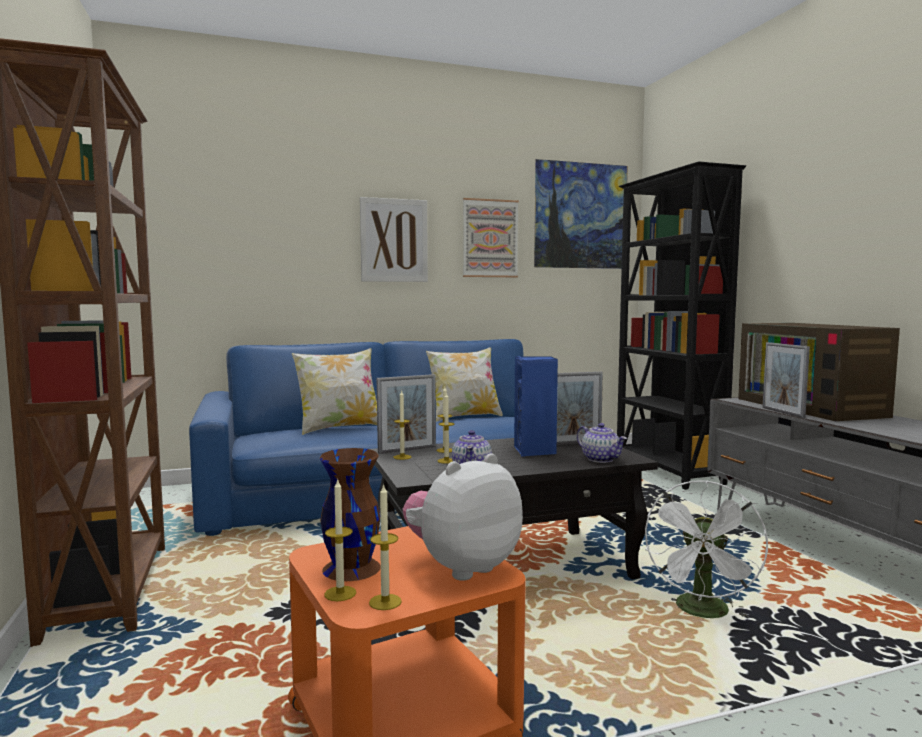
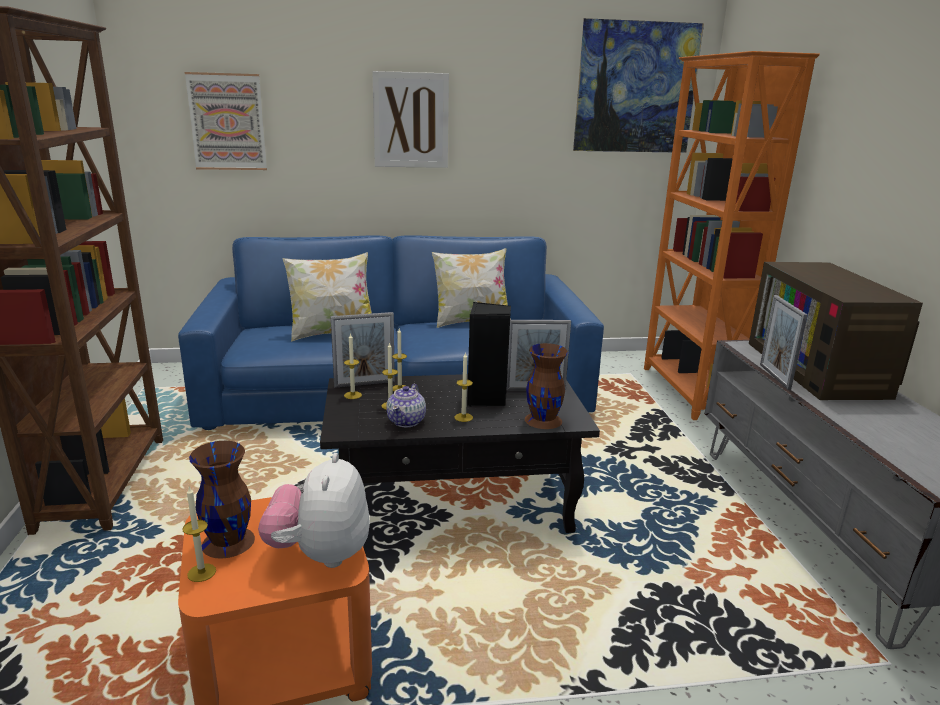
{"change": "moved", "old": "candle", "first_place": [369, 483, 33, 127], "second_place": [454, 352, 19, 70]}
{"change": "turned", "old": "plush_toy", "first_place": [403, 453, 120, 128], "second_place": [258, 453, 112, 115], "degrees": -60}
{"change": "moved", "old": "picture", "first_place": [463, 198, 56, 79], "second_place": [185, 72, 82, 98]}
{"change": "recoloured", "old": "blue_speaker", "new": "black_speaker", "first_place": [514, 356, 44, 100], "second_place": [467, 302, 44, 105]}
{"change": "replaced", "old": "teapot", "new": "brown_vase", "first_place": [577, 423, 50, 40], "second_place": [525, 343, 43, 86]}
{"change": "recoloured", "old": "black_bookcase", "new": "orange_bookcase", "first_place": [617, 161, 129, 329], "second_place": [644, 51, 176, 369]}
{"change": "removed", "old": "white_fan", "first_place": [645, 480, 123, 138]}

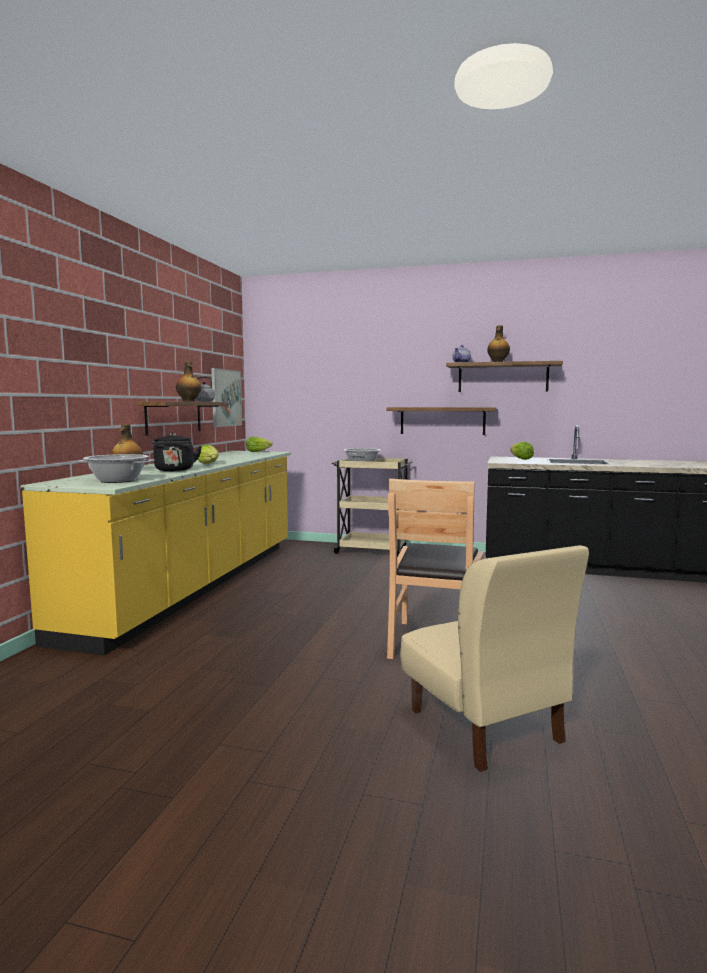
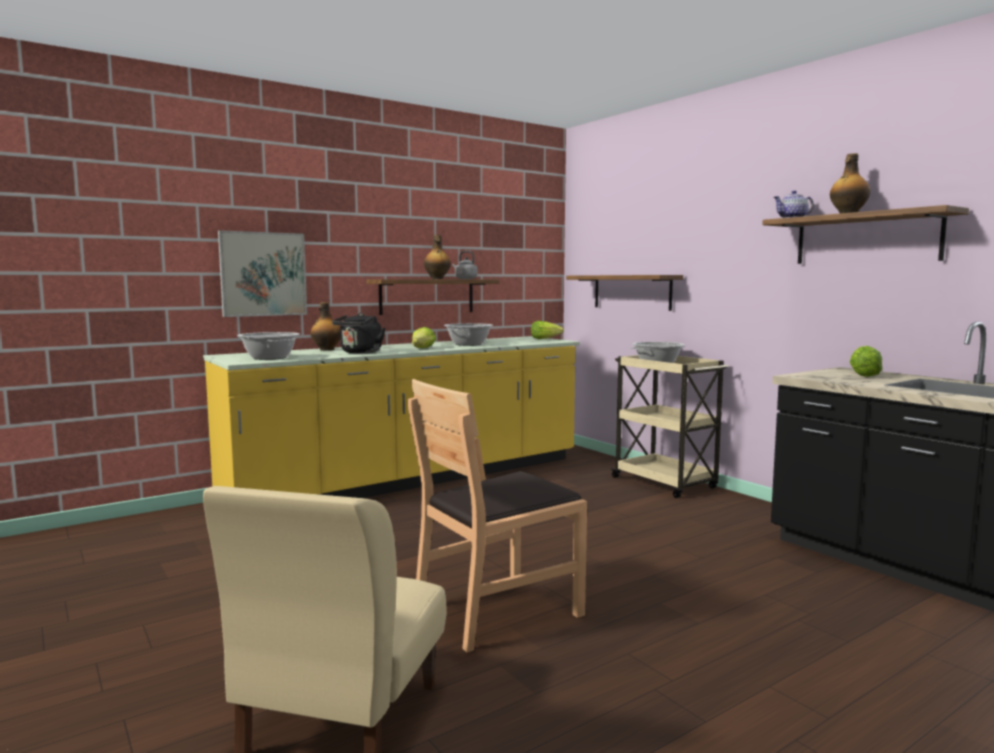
{"change": "moved", "old": "picture", "first_place": [211, 368, 31, 59], "second_place": [218, 230, 89, 87]}
{"change": "moved", "old": "shelf", "first_place": [386, 407, 111, 28], "second_place": [566, 275, 117, 36]}
{"change": "added", "new": "cooking_pot", "second_place": [444, 323, 49, 23]}

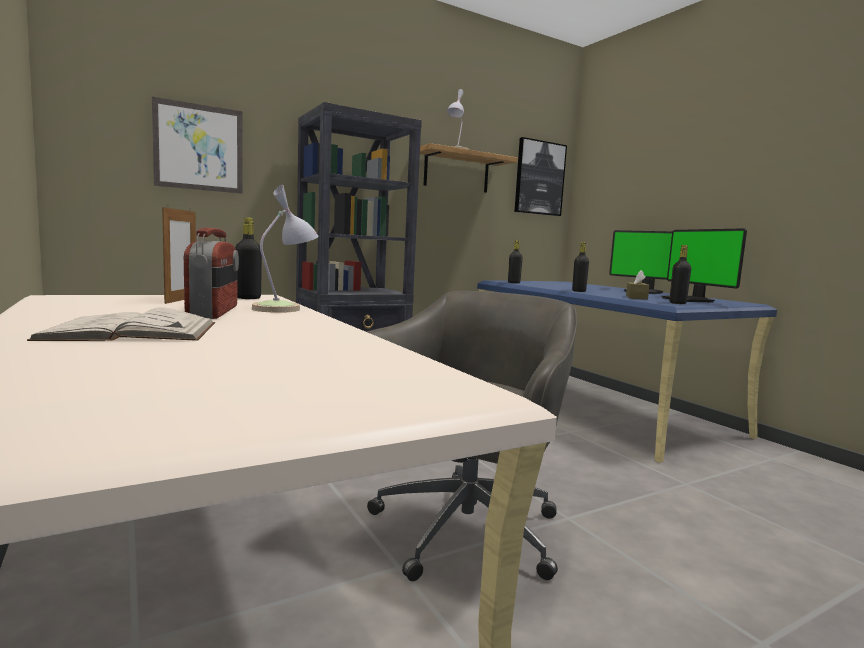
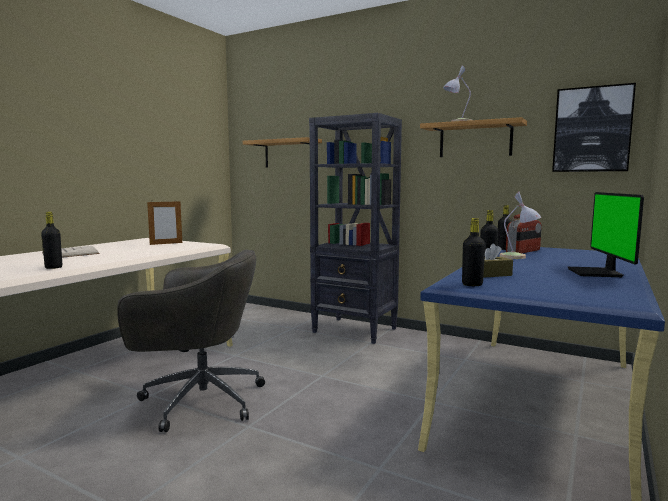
{"change": "replaced", "old": "picture", "new": "shelf", "first_place": [152, 97, 91, 97], "second_place": [243, 137, 79, 31]}
{"change": "moved", "old": "radio", "first_place": [184, 228, 55, 91], "second_place": [506, 214, 36, 39]}
{"change": "moved", "old": "black_bottle", "first_place": [235, 218, 27, 81], "second_place": [41, 212, 21, 57]}
{"change": "moved", "old": "table_lamp", "first_place": [252, 184, 67, 129], "second_place": [499, 192, 42, 67]}
{"change": "removed", "old": "monitor", "first_place": [661, 228, 86, 74]}

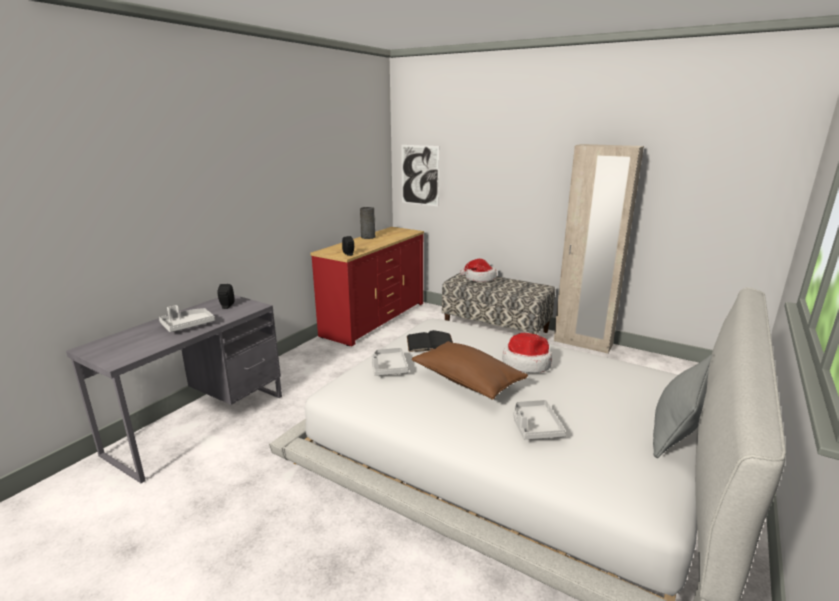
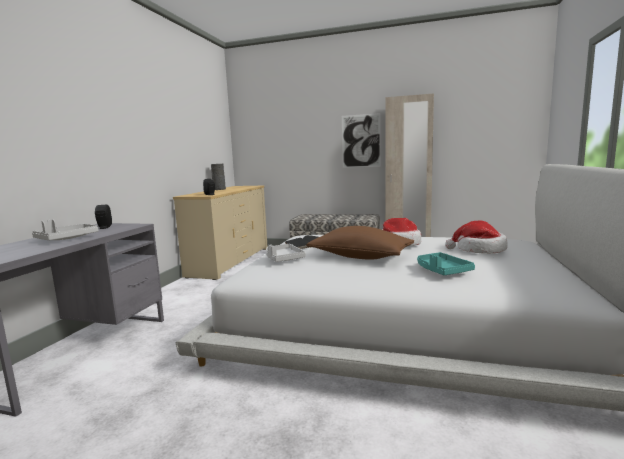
{"change": "recoloured", "old": "red_dresser", "new": "beige_dresser", "first_place": [310, 227, 114, 119], "second_place": [173, 186, 95, 94]}
{"change": "moved", "old": "picture", "first_place": [401, 145, 38, 61], "second_place": [342, 113, 39, 55]}
{"change": "moved", "old": "hat", "first_place": [460, 259, 37, 23], "second_place": [445, 221, 63, 33]}
{"change": "recoloured", "old": "grey_tray", "new": "turquoise_tray", "first_place": [514, 400, 52, 39], "second_place": [417, 252, 58, 23]}
{"change": "removed", "old": "grey_pillow", "first_place": [653, 355, 59, 103]}

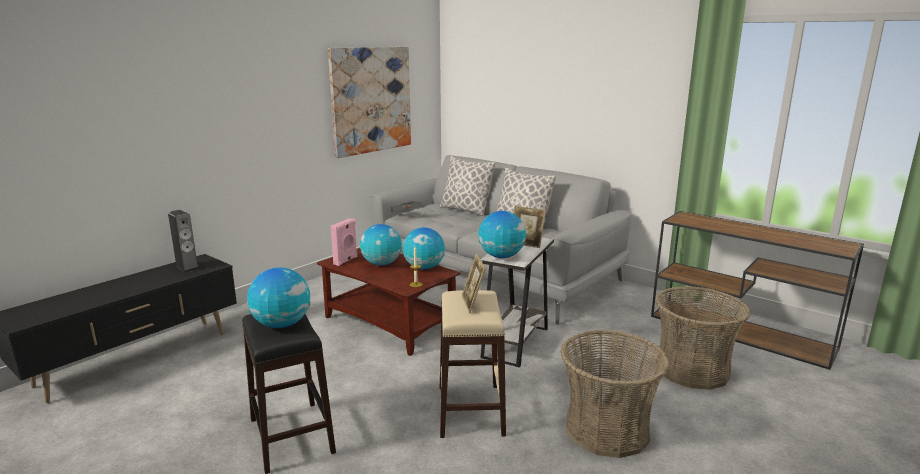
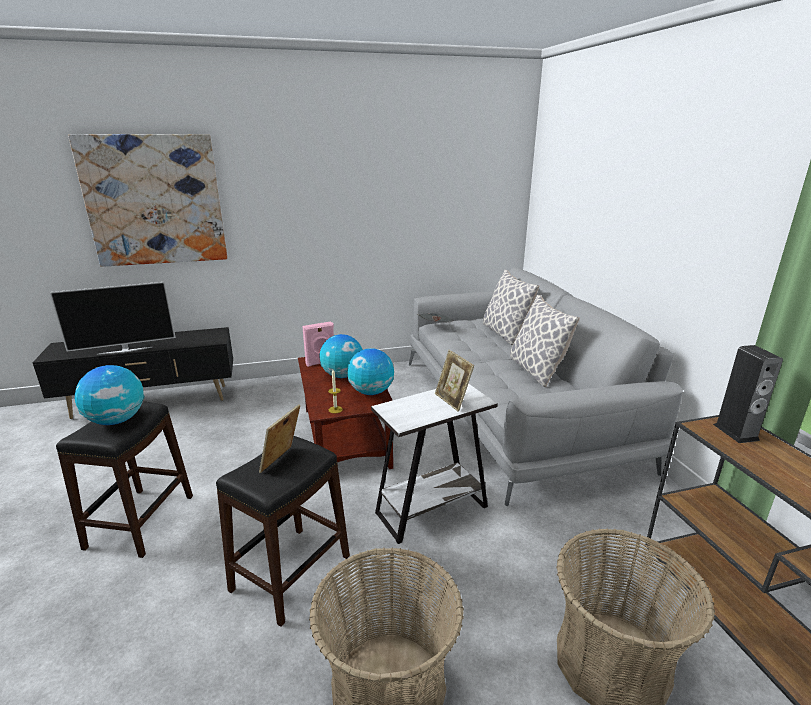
{"change": "moved", "old": "speaker", "first_place": [168, 210, 31, 63], "second_place": [713, 345, 70, 98]}
{"change": "moved", "old": "picture", "first_place": [328, 47, 83, 111], "second_place": [68, 134, 160, 133]}
{"change": "recoloured", "old": "beige_stool", "new": "black_stool", "first_place": [440, 290, 66, 148], "second_place": [216, 436, 134, 191]}
{"change": "removed", "old": "globe", "first_place": [478, 211, 48, 47]}
{"change": "added", "new": "television", "second_place": [49, 282, 127, 73]}

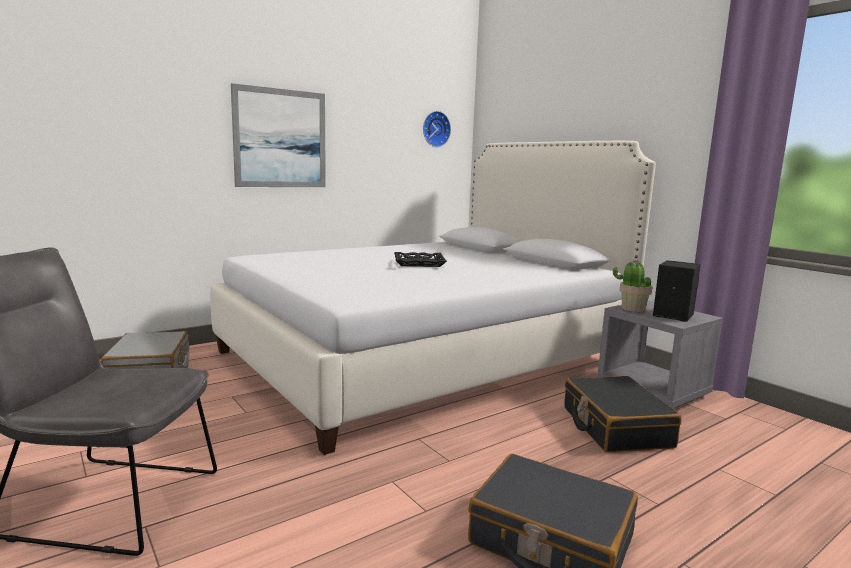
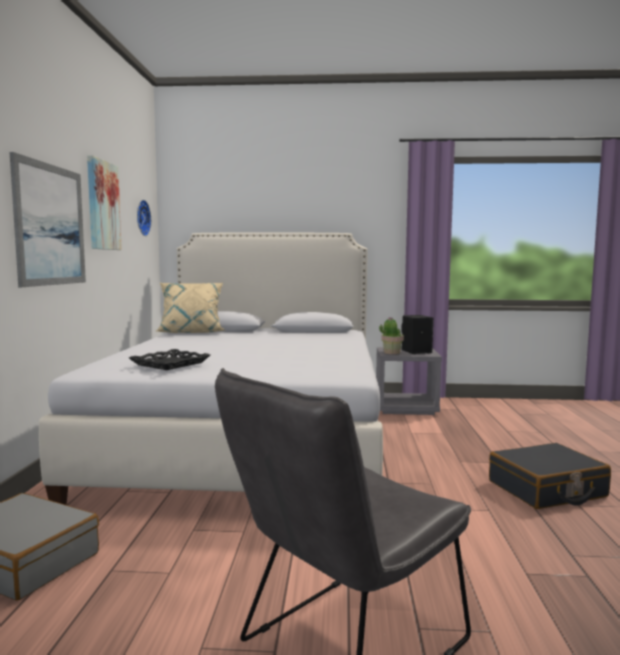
{"change": "moved", "old": "black_tray", "first_place": [394, 252, 53, 15], "second_place": [129, 349, 81, 21]}
{"change": "removed", "old": "black_suitcase", "first_place": [564, 376, 117, 76]}
{"change": "added", "new": "picture", "second_place": [87, 155, 35, 95]}
{"change": "added", "new": "beige_pillow", "second_place": [156, 283, 68, 50]}

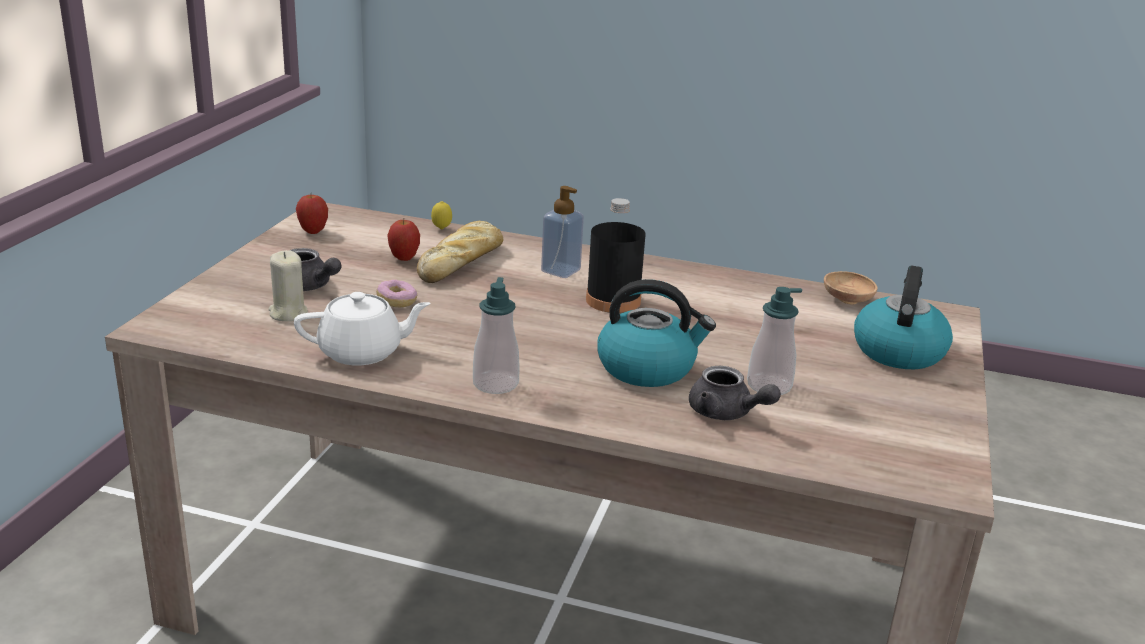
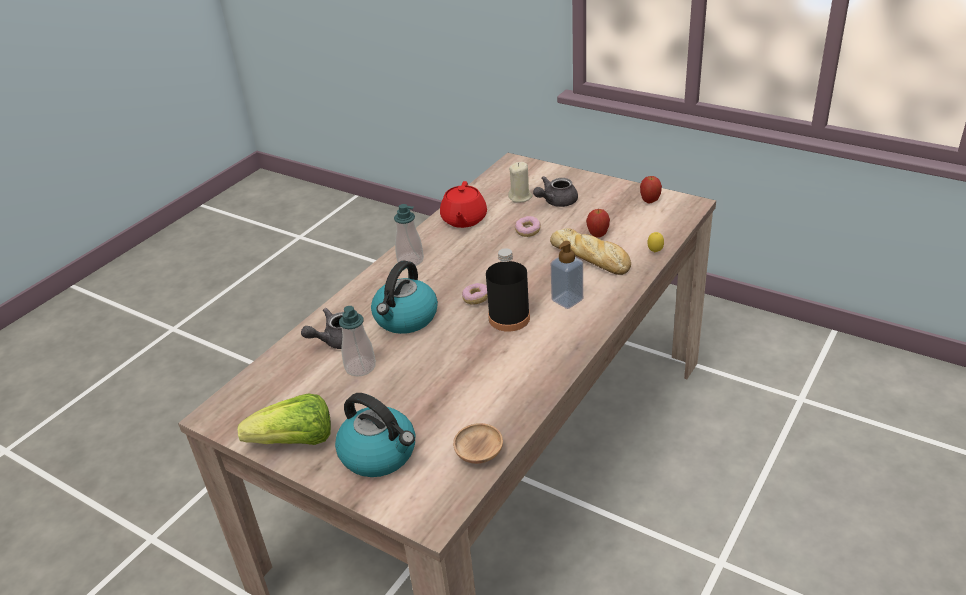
{"change": "recoloured", "old": "white_teapot", "new": "red_teapot", "first_place": [294, 292, 137, 73], "second_place": [440, 181, 47, 47]}
{"change": "added", "new": "lettuce", "second_place": [238, 393, 93, 52]}
{"change": "added", "new": "donut", "second_place": [462, 283, 26, 22]}

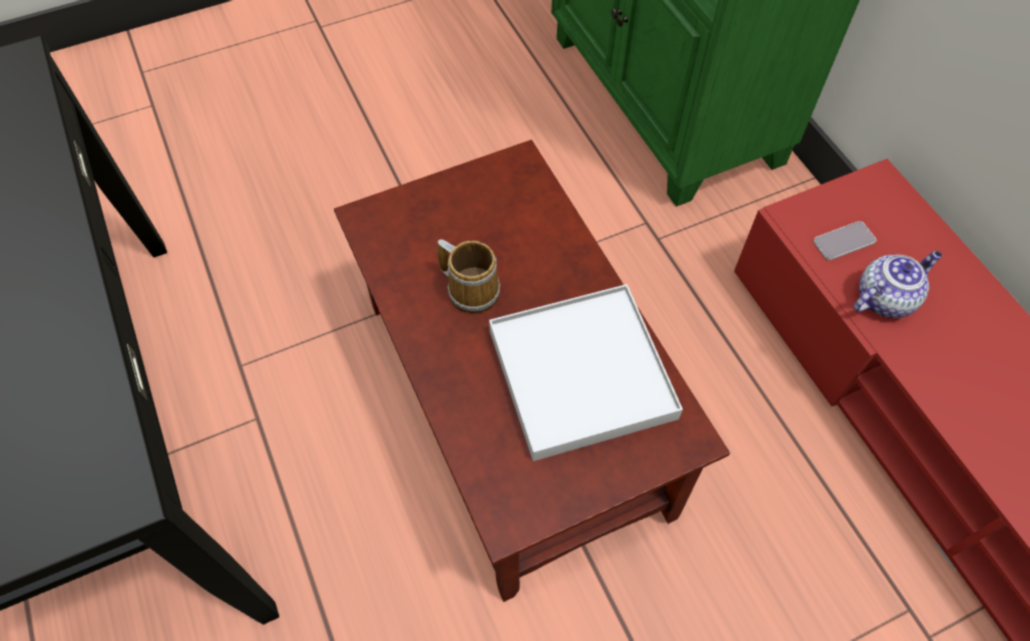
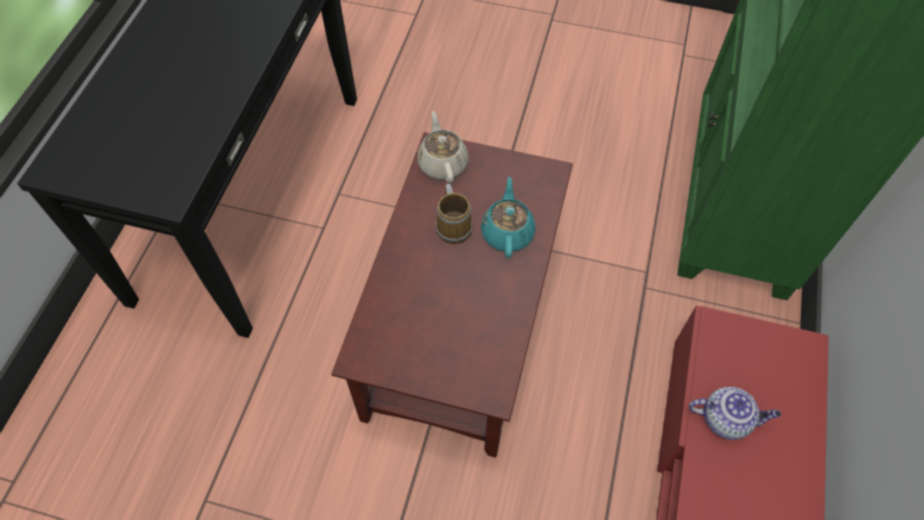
{"change": "removed", "old": "white_tray", "first_place": [489, 284, 194, 177]}
{"change": "removed", "old": "phone", "first_place": [813, 221, 63, 39]}
{"change": "added", "new": "beige_teapot", "second_place": [417, 111, 51, 72]}
{"change": "added", "new": "turquoise_teapot", "second_place": [481, 177, 55, 81]}

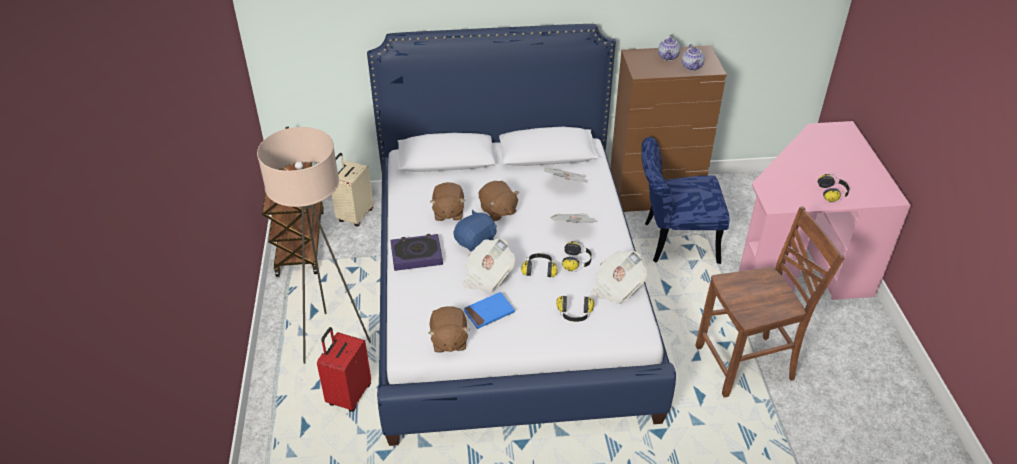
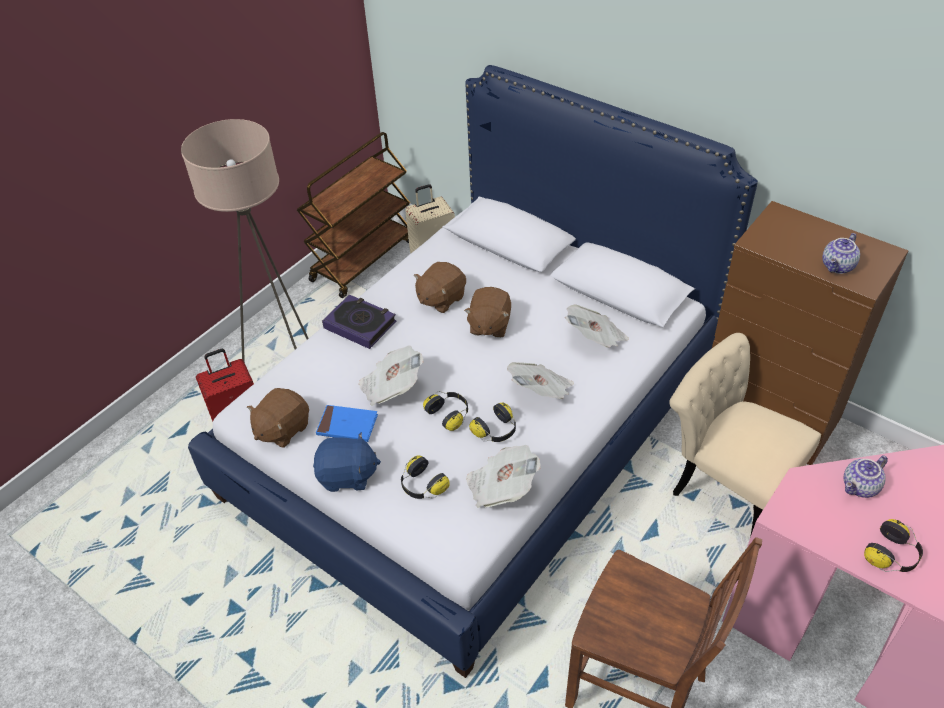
{"change": "moved", "old": "blue_plush_toy", "first_place": [453, 210, 44, 42], "second_place": [313, 432, 68, 60]}
{"change": "recoloured", "old": "blue_chair", "new": "beige_chair", "first_place": [641, 137, 88, 127], "second_place": [669, 333, 152, 204]}
{"change": "moved", "old": "teapot", "first_place": [658, 35, 22, 26], "second_place": [844, 455, 44, 43]}

